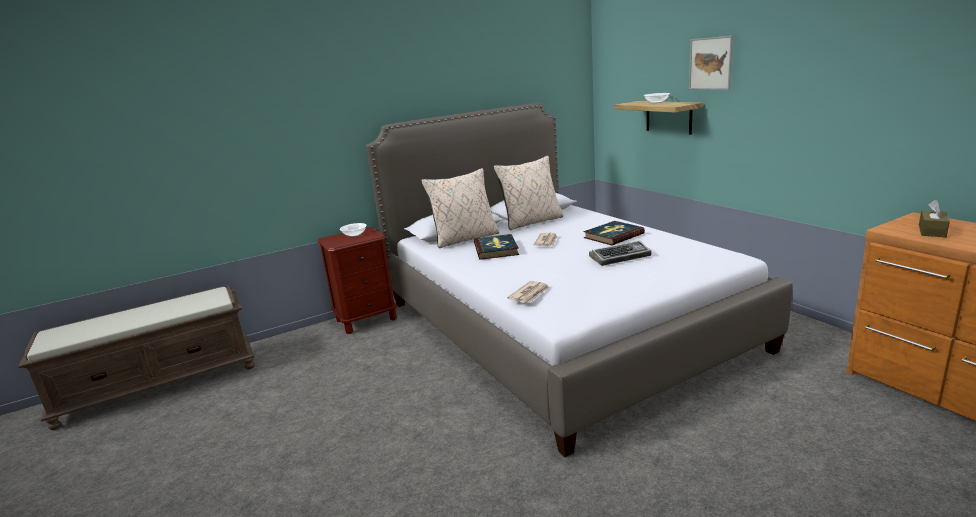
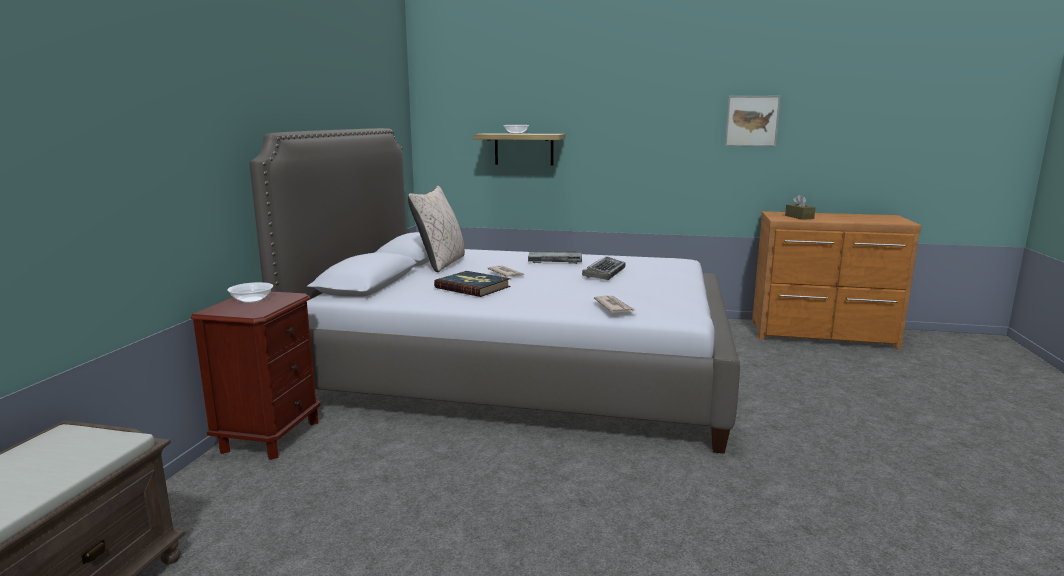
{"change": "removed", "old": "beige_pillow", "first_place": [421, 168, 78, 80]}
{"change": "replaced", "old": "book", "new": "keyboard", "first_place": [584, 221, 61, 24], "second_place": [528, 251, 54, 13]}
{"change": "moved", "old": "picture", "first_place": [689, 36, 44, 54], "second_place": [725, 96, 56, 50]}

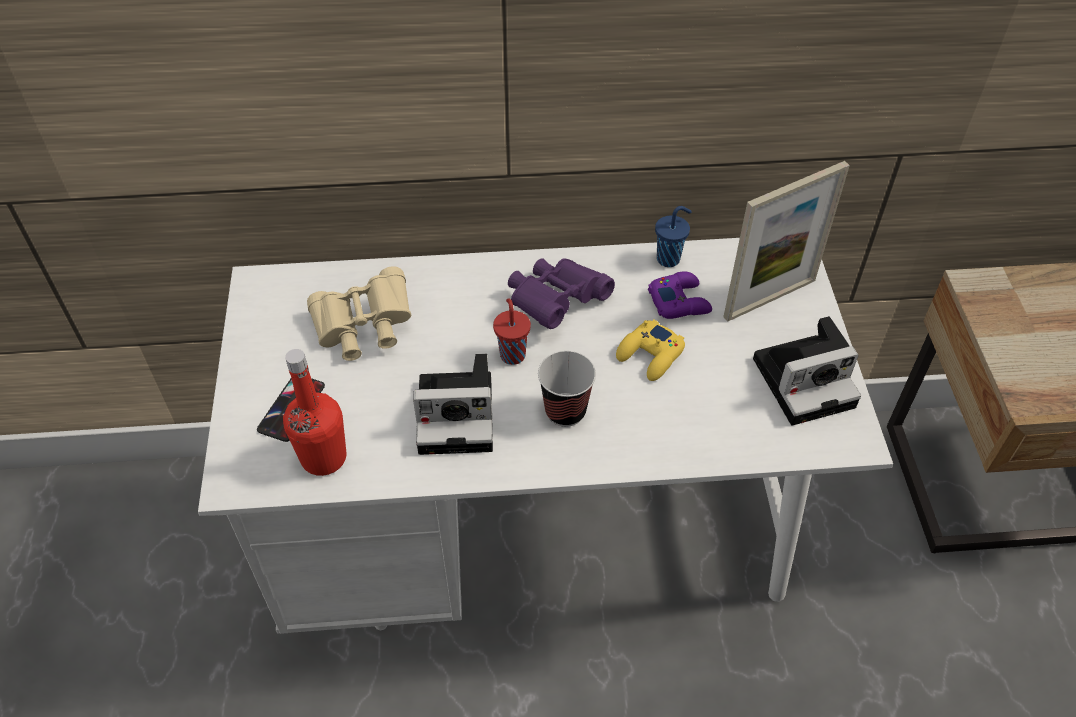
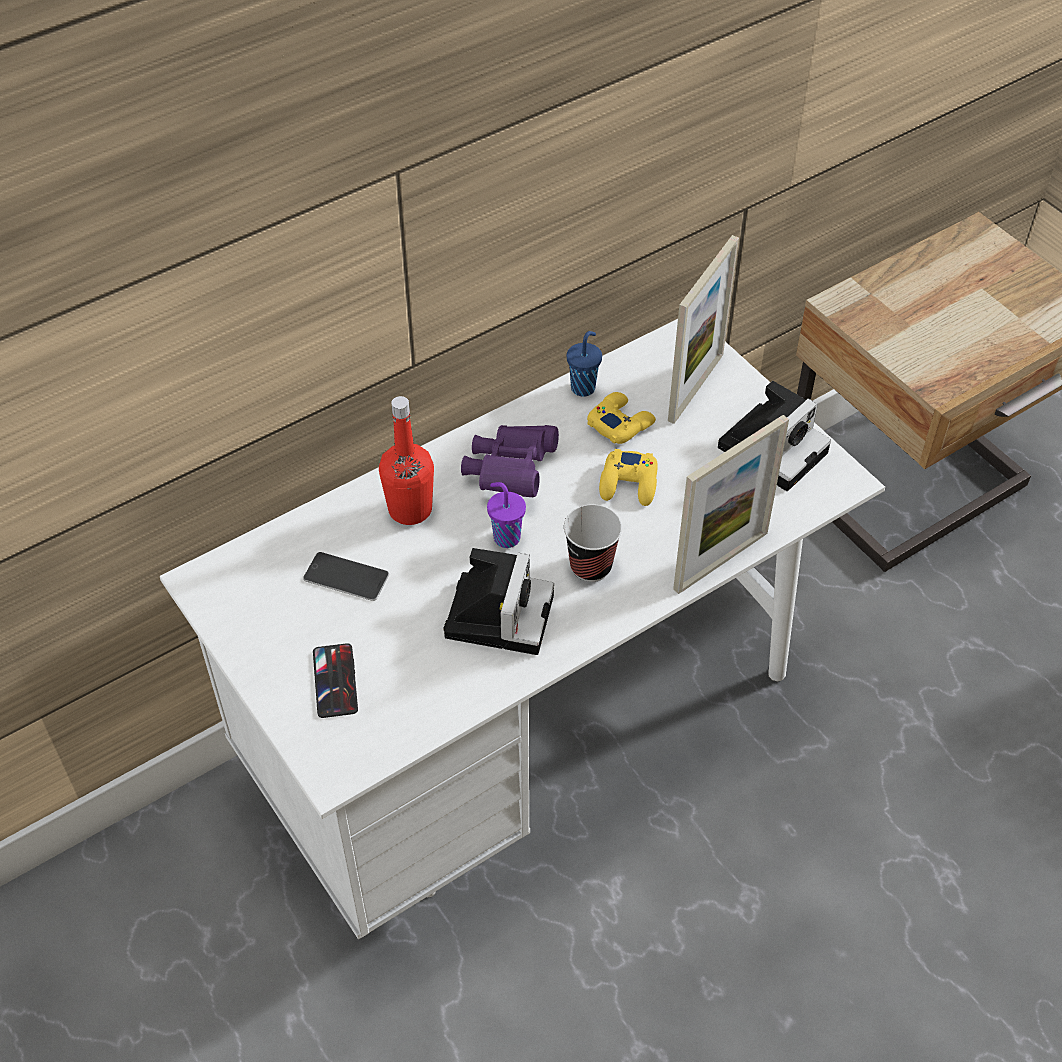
{"change": "moved", "old": "red_bottle", "first_place": [283, 349, 63, 127], "second_place": [379, 396, 55, 129]}
{"change": "replaced", "old": "beige_binoculars", "new": "phone", "first_place": [307, 266, 104, 95], "second_place": [303, 552, 86, 49]}
{"change": "turned", "old": "photo_camera", "first_place": [413, 354, 80, 101], "second_place": [443, 548, 111, 107], "degrees": -45}
{"change": "recoloured", "old": "red_cup", "new": "purple_cup", "first_place": [493, 298, 38, 67], "second_place": [487, 482, 39, 66]}
{"change": "recoloured", "old": "purple_game_controller", "new": "yellow_game_controller", "first_place": [648, 271, 64, 48], "second_place": [587, 392, 69, 52]}
{"change": "added", "new": "picture_frame", "second_place": [673, 415, 116, 179]}

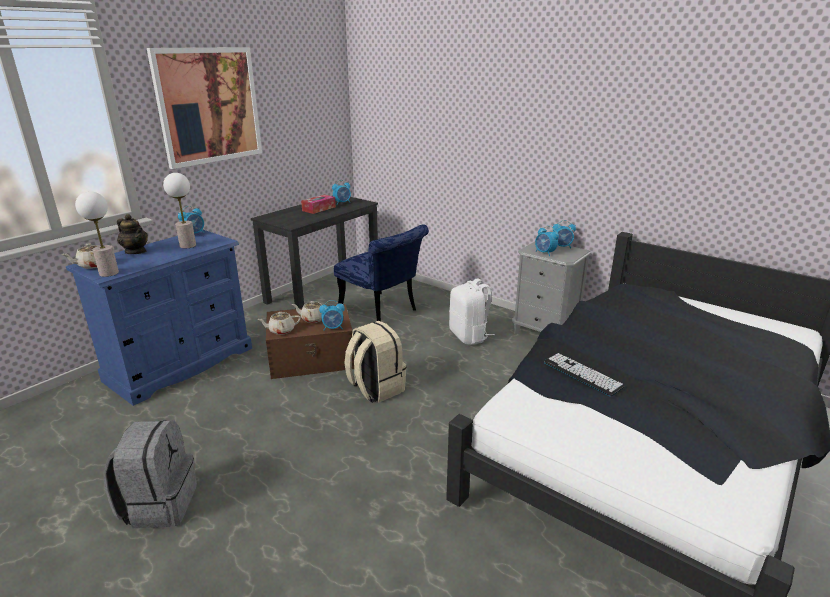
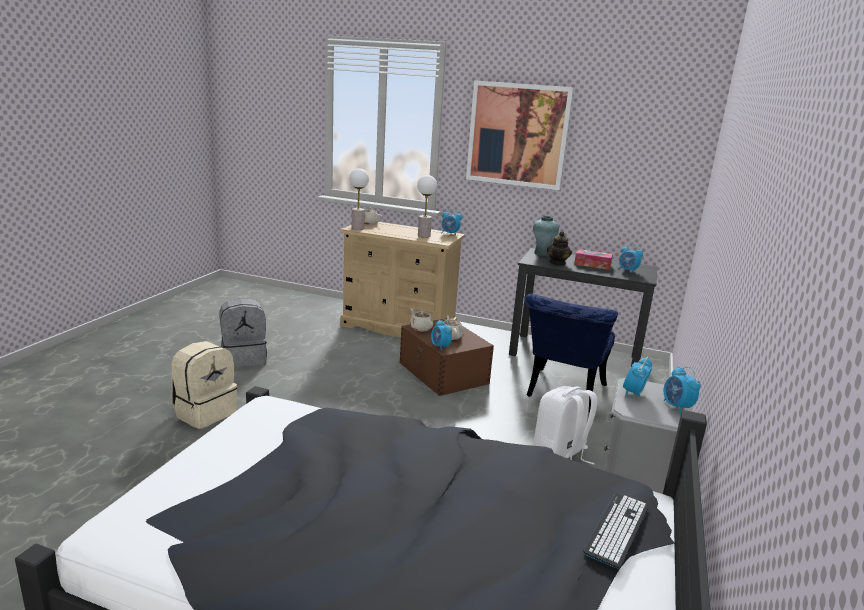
{"change": "recoloured", "old": "blue_dresser", "new": "beige_dresser", "first_place": [66, 229, 186, 177], "second_place": [340, 222, 125, 115]}
{"change": "moved", "old": "teapot", "first_place": [117, 214, 31, 40], "second_place": [547, 231, 25, 35]}
{"change": "moved", "old": "beige_backpack", "first_place": [344, 321, 62, 81], "second_place": [171, 341, 66, 88]}
{"change": "moved", "old": "keyboard", "first_place": [544, 353, 81, 44], "second_place": [583, 493, 66, 76]}
{"change": "added", "new": "turquoise_vase", "second_place": [533, 216, 26, 40]}

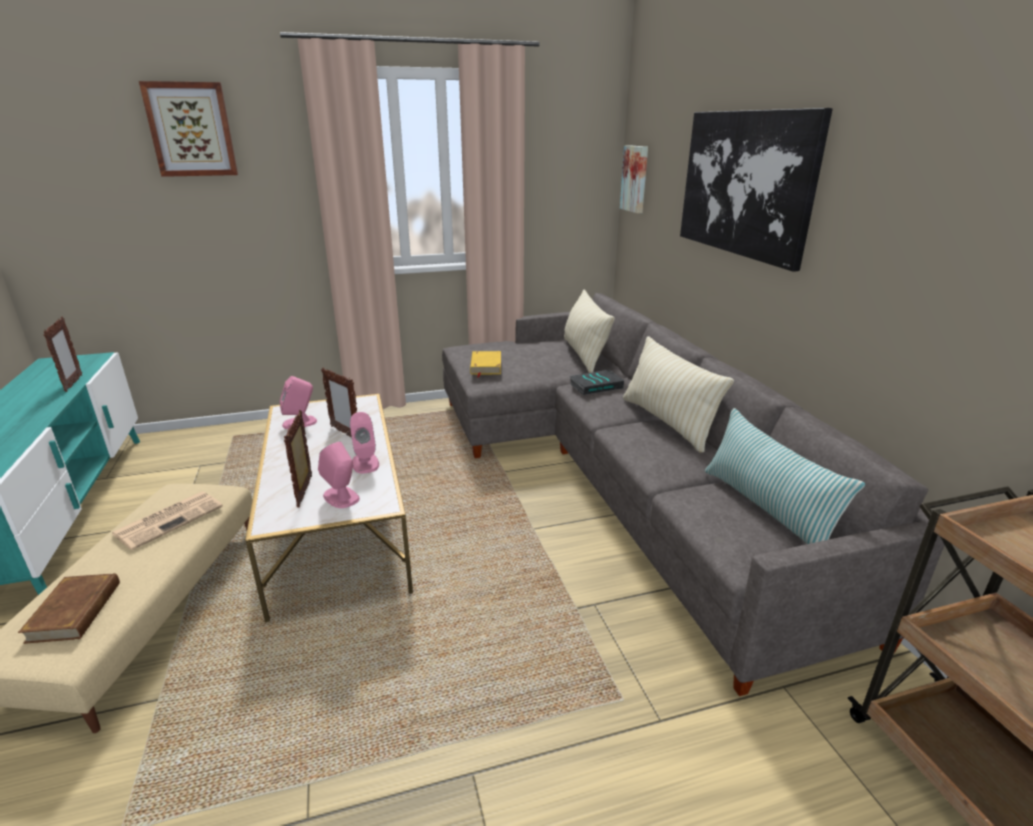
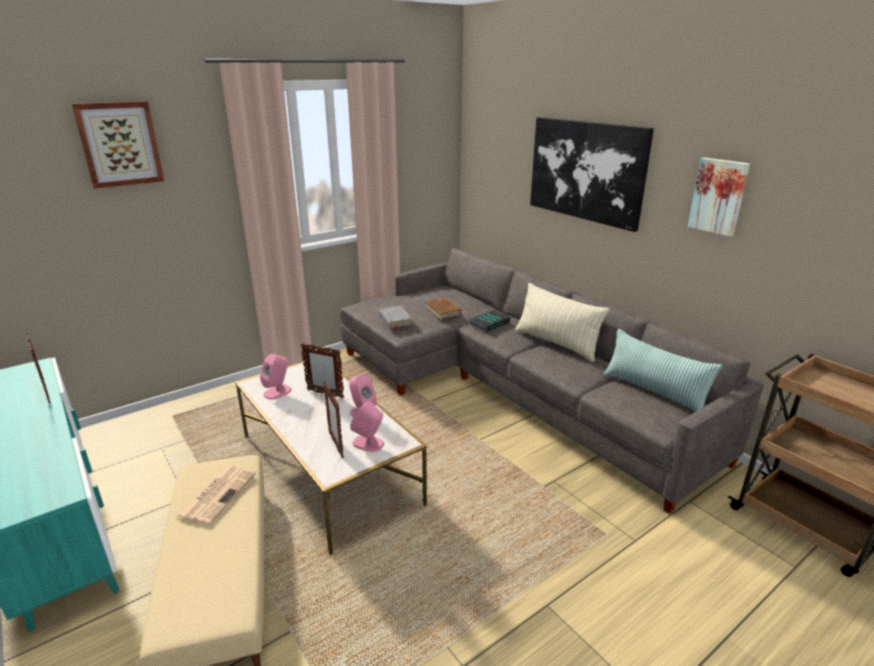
{"change": "moved", "old": "brown_book", "first_place": [18, 573, 102, 71], "second_place": [425, 298, 36, 22]}
{"change": "recoloured", "old": "yellow_book", "new": "grey_book", "first_place": [470, 351, 31, 27], "second_place": [379, 306, 33, 24]}
{"change": "removed", "old": "beige_pillow", "first_place": [564, 290, 51, 83]}
{"change": "moved", "old": "picture", "first_place": [620, 145, 28, 68], "second_place": [688, 158, 62, 79]}

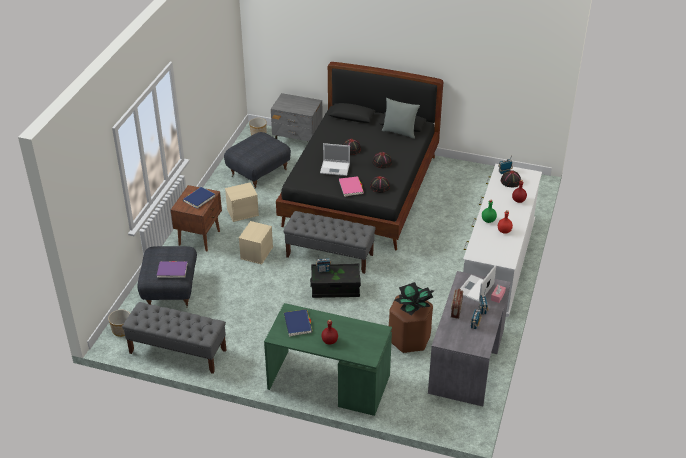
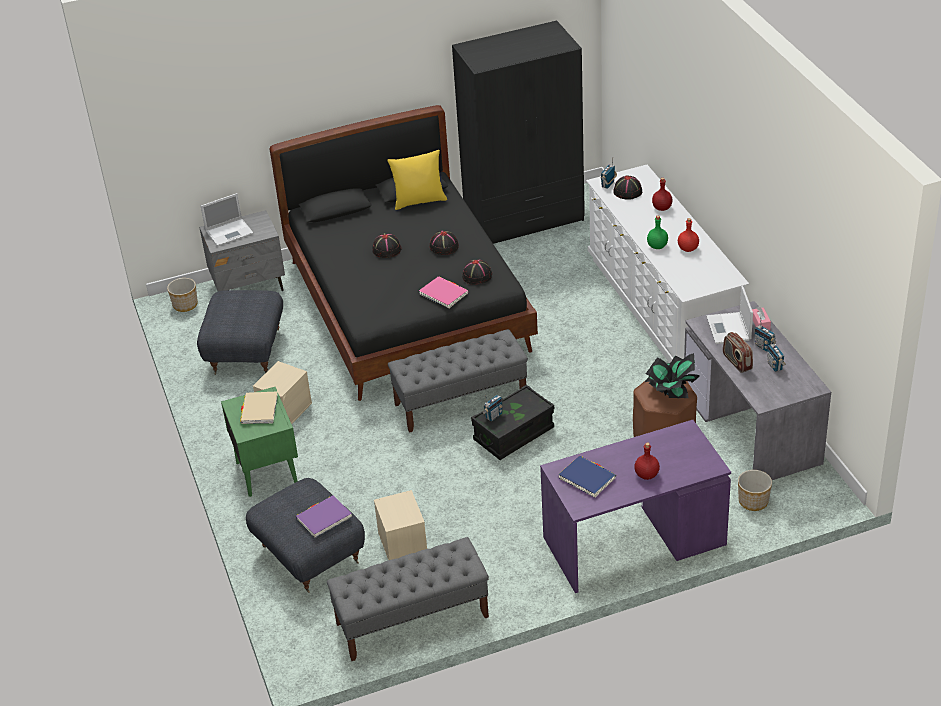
{"change": "moved", "old": "planter", "first_place": [108, 310, 22, 27], "second_place": [738, 470, 34, 41]}
{"change": "recoloured", "old": "brown_nightstand", "new": "green_nightstand", "first_place": [171, 185, 51, 66], "second_place": [221, 387, 77, 110]}
{"change": "recoloured", "old": "blue_book", "new": "beige_book", "first_place": [183, 187, 32, 22], "second_place": [240, 392, 38, 32]}
{"change": "moved", "old": "beige_storage_box", "first_place": [239, 221, 34, 44], "second_place": [374, 490, 53, 70]}
{"change": "recoloured", "old": "green_desk", "new": "purple_desk", "first_place": [264, 303, 128, 113], "second_place": [540, 420, 191, 173]}
{"change": "moved", "old": "laptop", "first_place": [320, 143, 30, 33], "second_place": [201, 193, 53, 54]}
{"change": "recoloured", "old": "grey_pillow", "new": "yellow_pillow", "first_place": [382, 98, 38, 41], "second_place": [387, 150, 60, 60]}
{"change": "added", "new": "black_wardrobe", "second_place": [452, 21, 133, 223]}

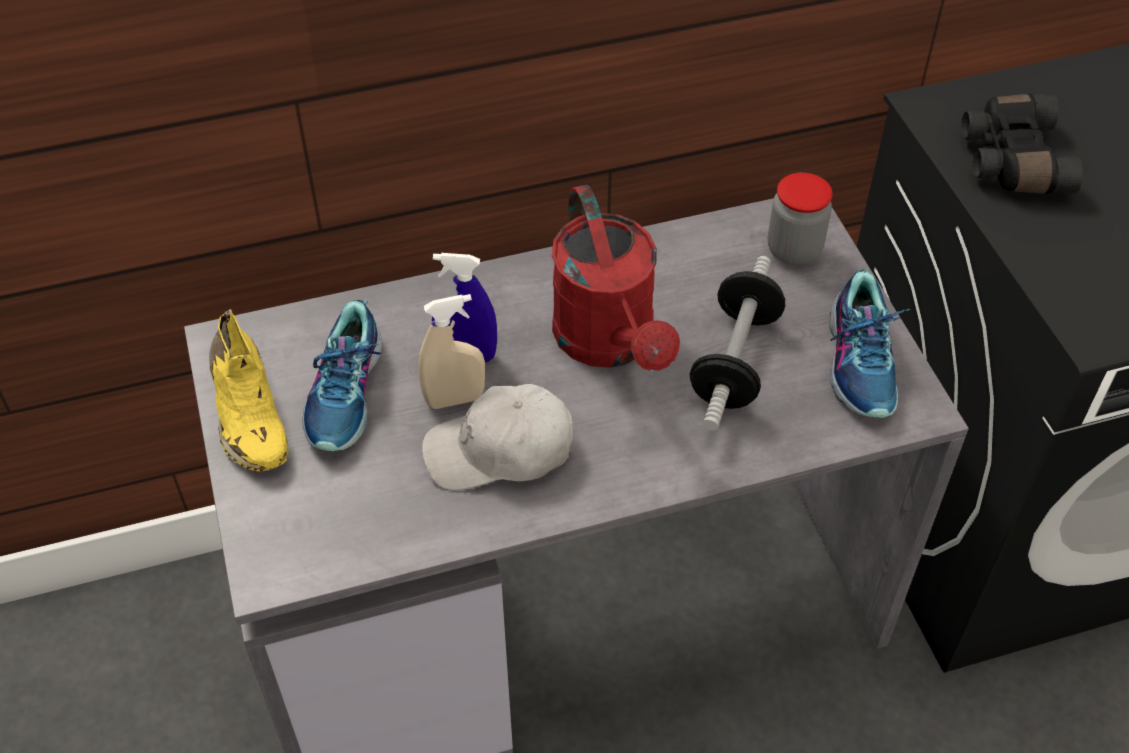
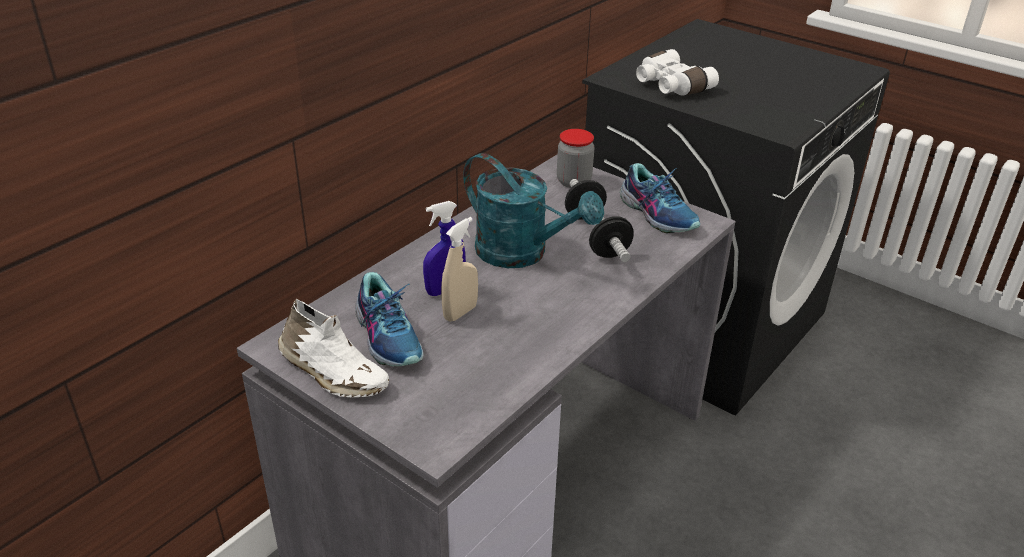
{"change": "recoloured", "old": "yellow_shoe", "new": "white_shoe", "first_place": [209, 309, 80, 162], "second_place": [278, 299, 111, 98]}
{"change": "removed", "old": "white_cap", "first_place": [422, 384, 151, 106]}
{"change": "recoloured", "old": "red_watering_can", "new": "turquoise_watering_can", "first_place": [552, 185, 128, 186], "second_place": [463, 153, 141, 115]}
{"change": "recoloured", "old": "black_binoculars", "new": "white_binoculars", "first_place": [961, 94, 122, 100], "second_place": [636, 49, 83, 47]}

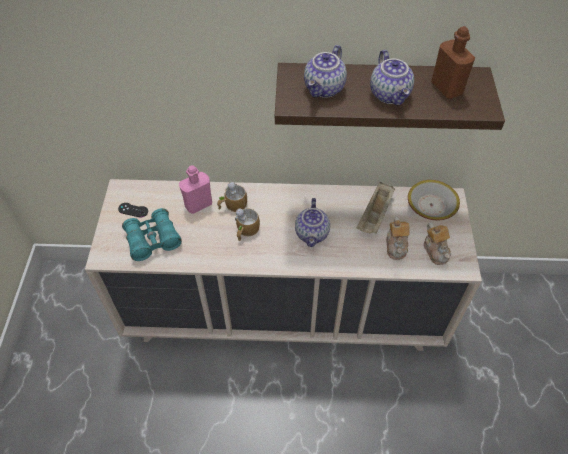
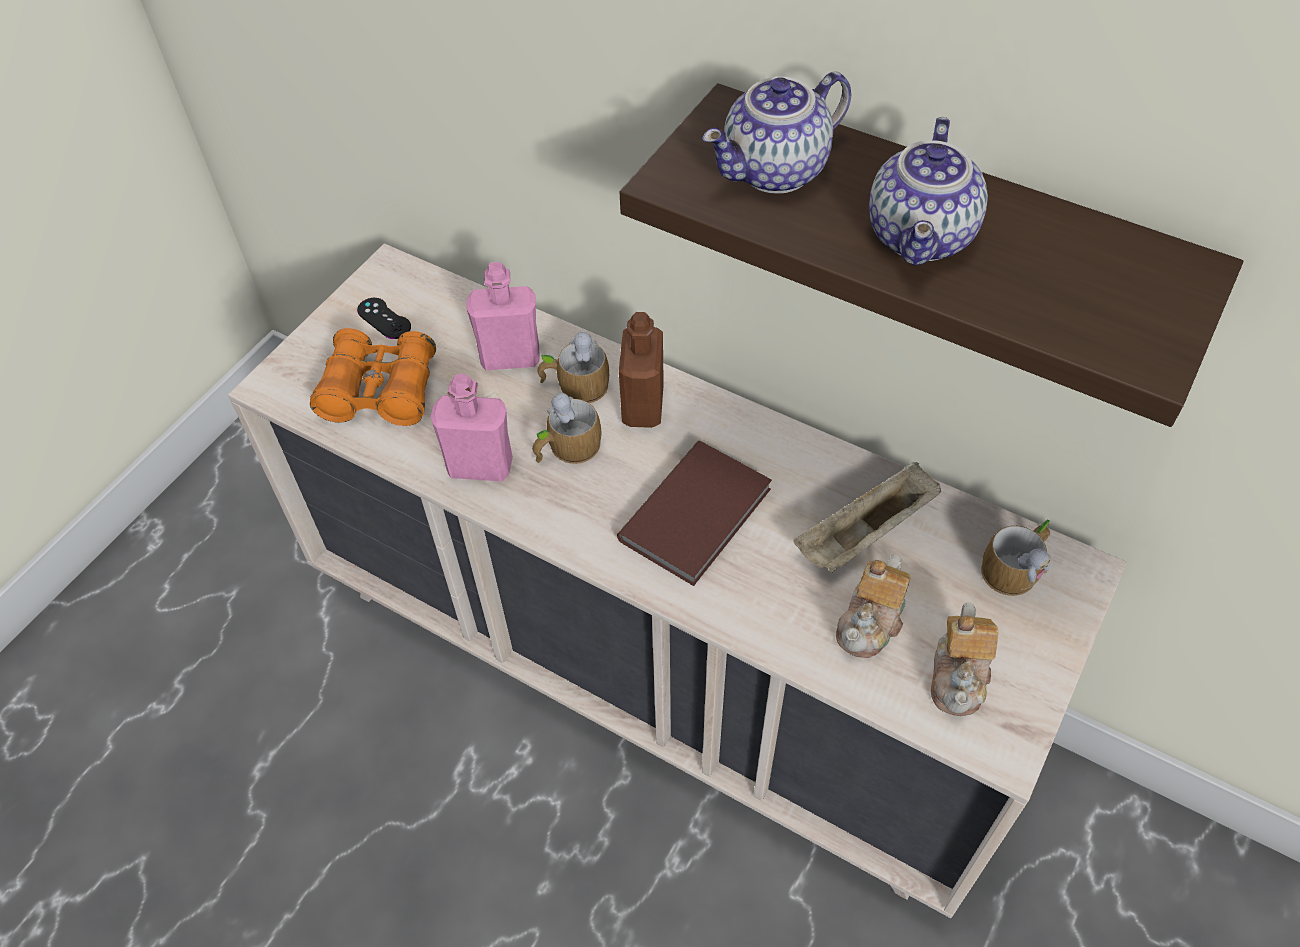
{"change": "recoloured", "old": "turquoise_binoculars", "new": "orange_binoculars", "first_place": [122, 208, 60, 53], "second_place": [310, 328, 126, 98]}
{"change": "replaced", "old": "teapot", "new": "brown_book", "first_place": [295, 198, 35, 49], "second_place": [617, 441, 155, 145]}
{"change": "replaced", "old": "bowl", "new": "mug", "first_place": [408, 180, 52, 41], "second_place": [981, 519, 69, 77]}
{"change": "moved", "old": "brown_bottle", "first_place": [431, 26, 44, 73], "second_place": [619, 312, 45, 116]}
{"change": "added", "new": "pink_bottle", "second_place": [431, 374, 82, 108]}

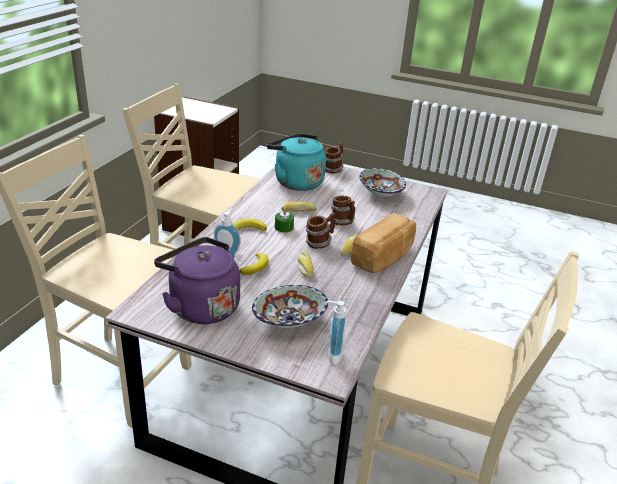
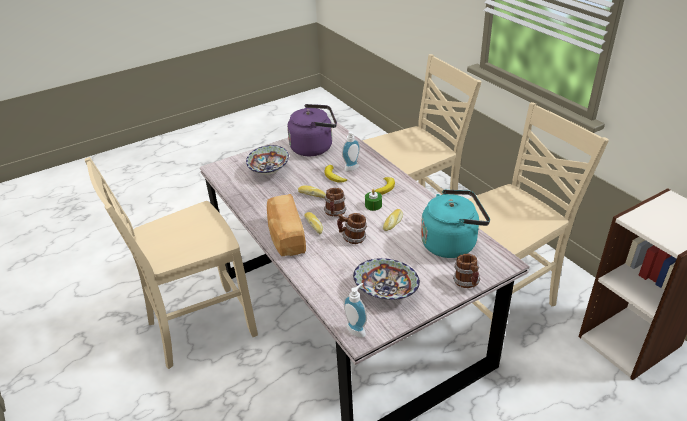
{"change": "moved", "old": "soap_dispenser", "first_place": [326, 301, 20, 64], "second_place": [343, 283, 24, 54]}

